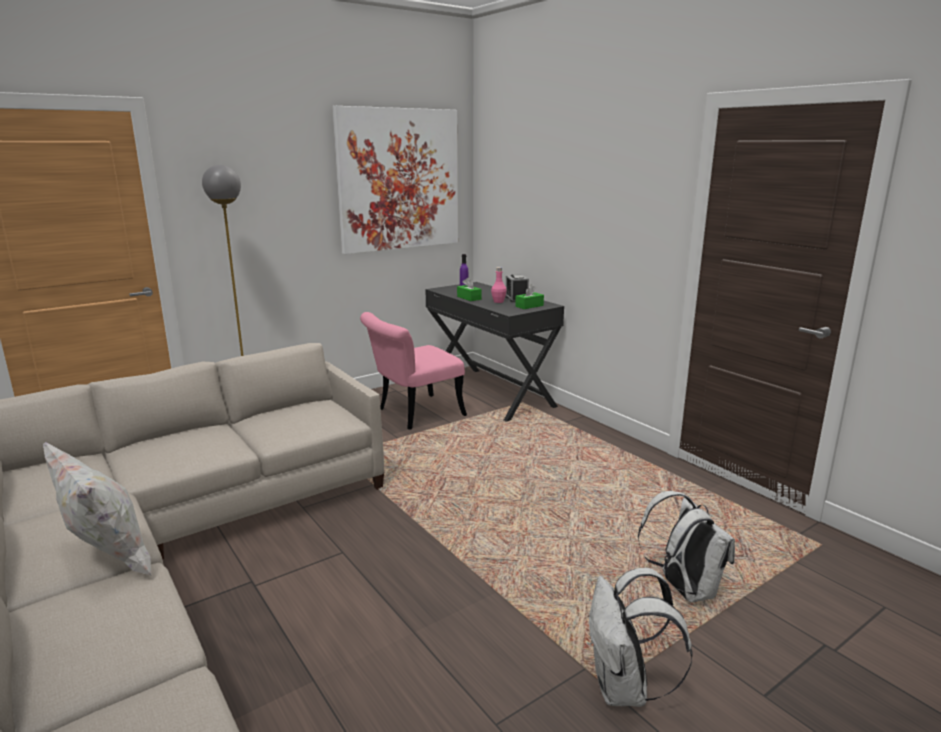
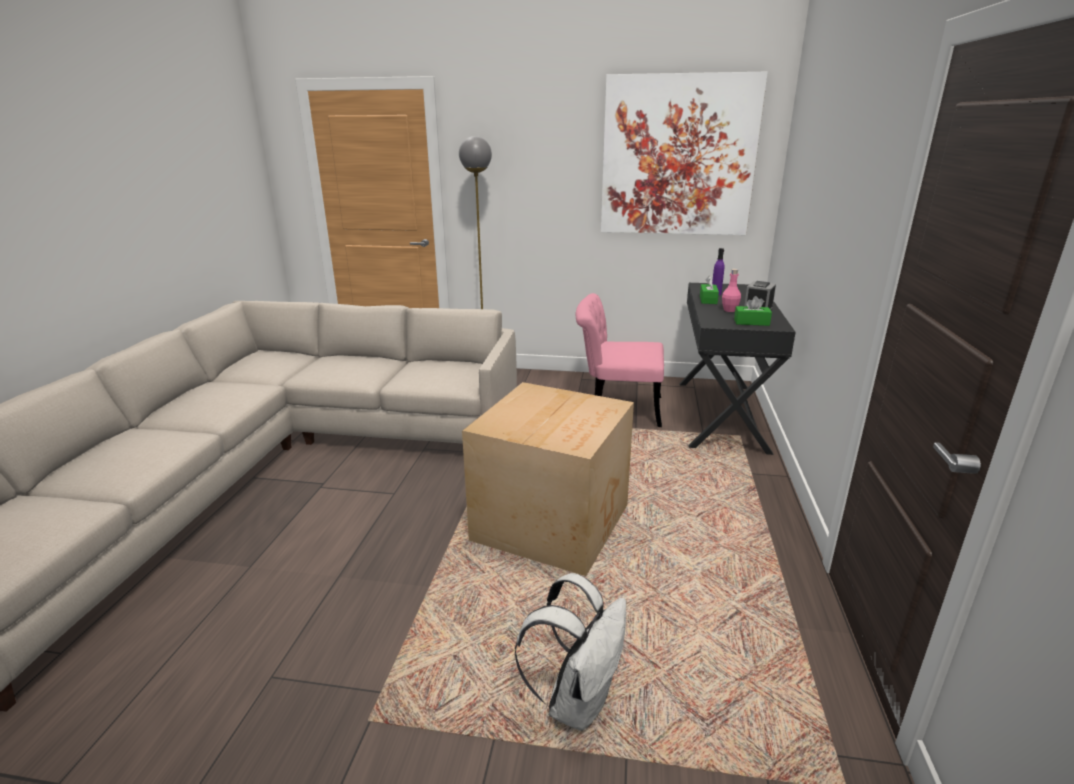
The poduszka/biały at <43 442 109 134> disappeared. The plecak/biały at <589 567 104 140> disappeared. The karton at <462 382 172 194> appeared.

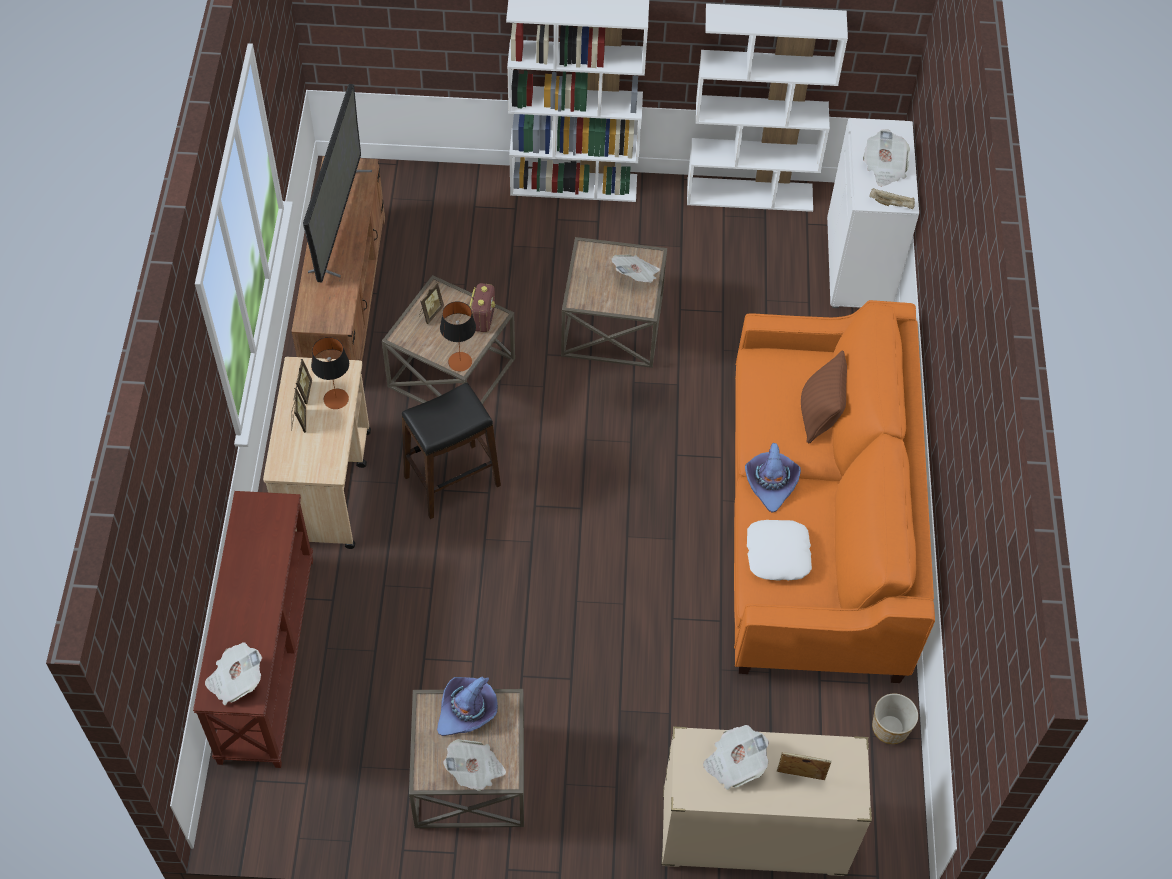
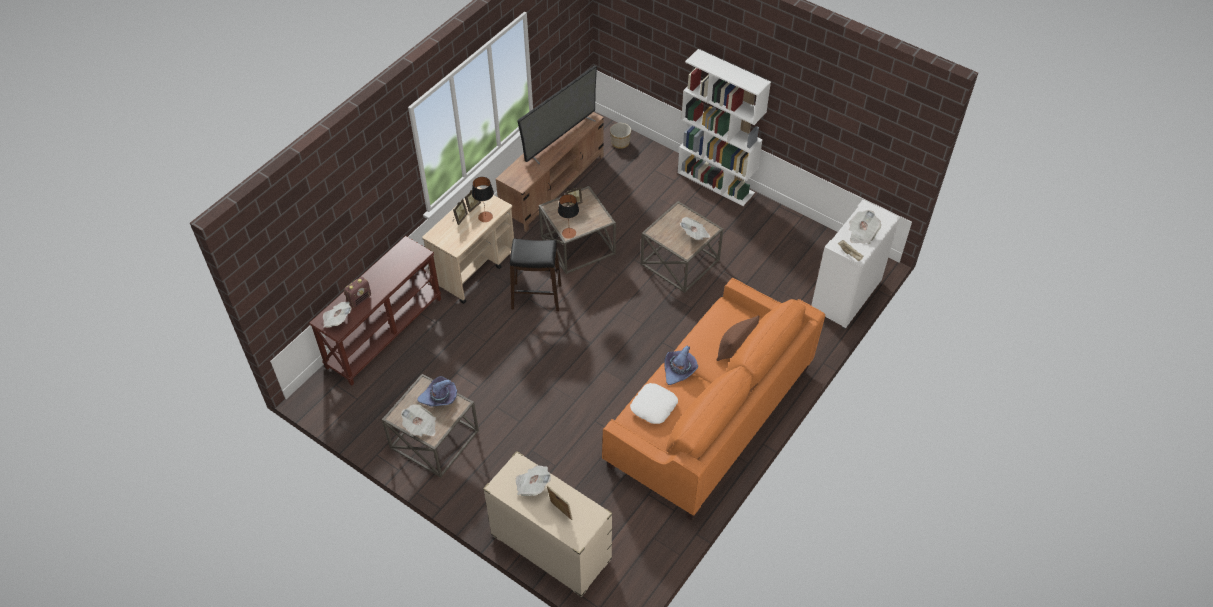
The radio moved from <469 283 26 49> to <344 277 27 31>. The regał/biały at <687 3 161 209> disappeared. The donica moved from <872 693 46 51> to <610 123 21 26>.

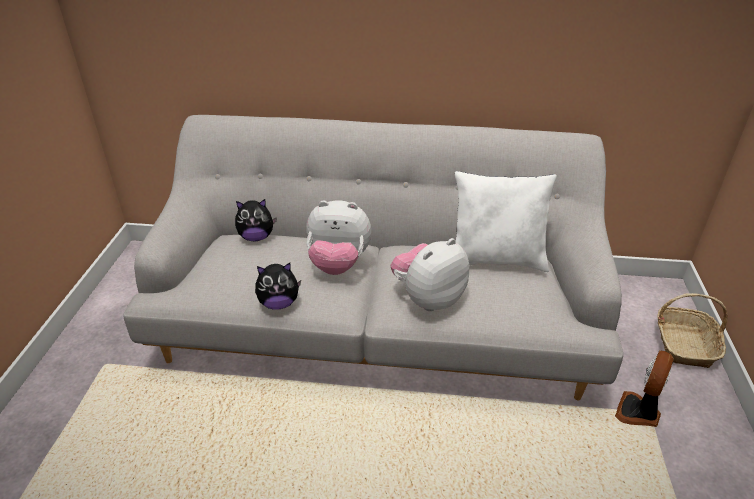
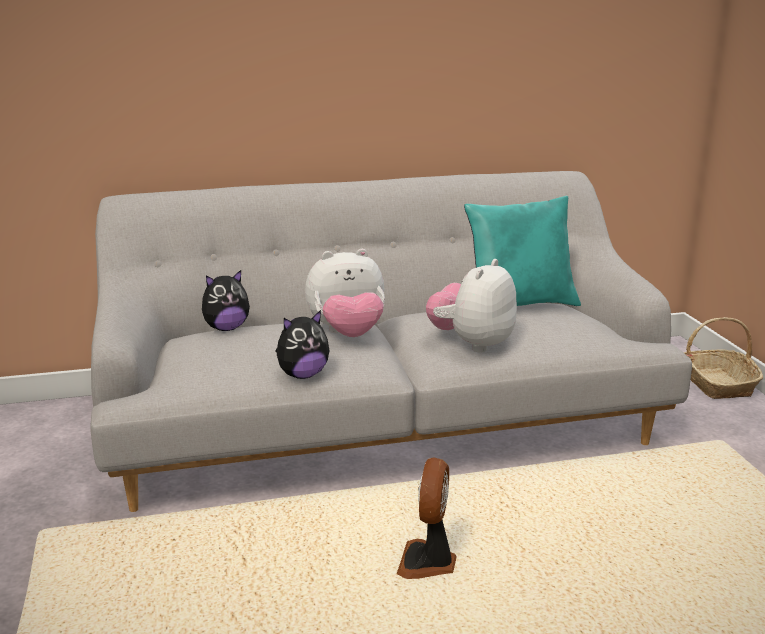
The poduszka/biały at <455 171 102 101> became the poduszka/turkusowy at <464 196 117 110>. The wentylator moved from <615 350 59 77> to <397 458 60 121>.

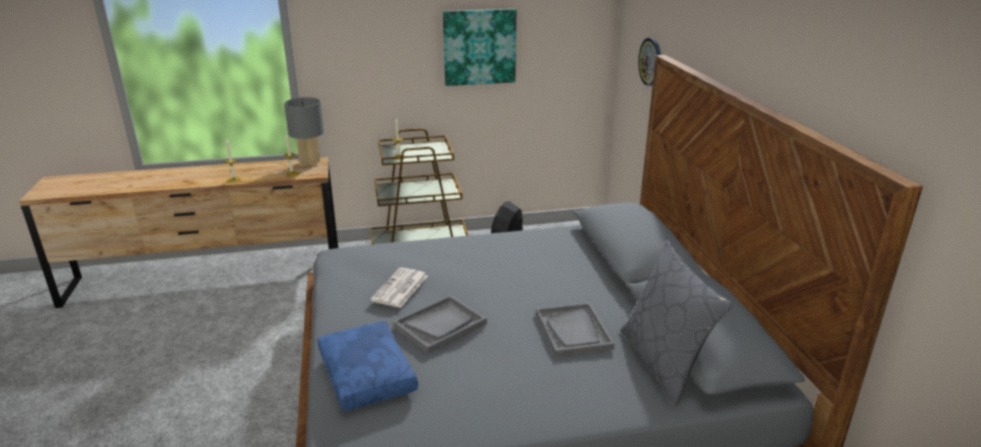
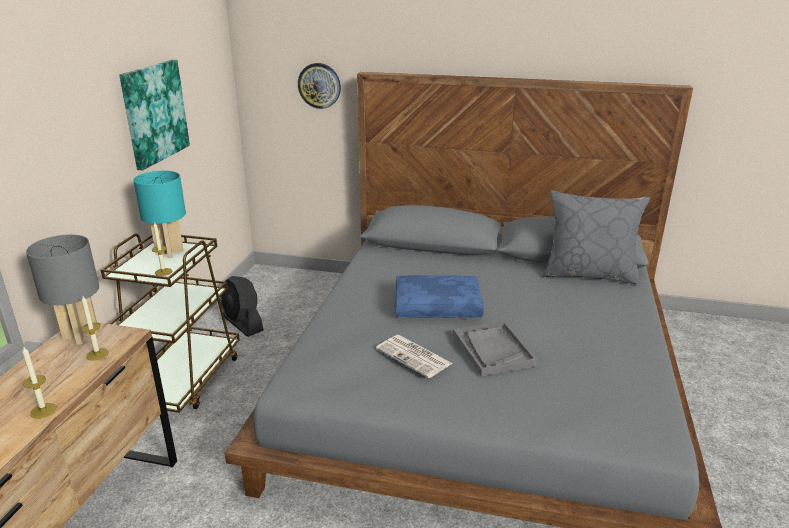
The poduszka/niebieski moved from <317 321 101 90> to <396 275 88 43>. The taca/szary at <536 302 79 55> disappeared. The lampa stołowa/turkusowy at <133 171 53 87> appeared.

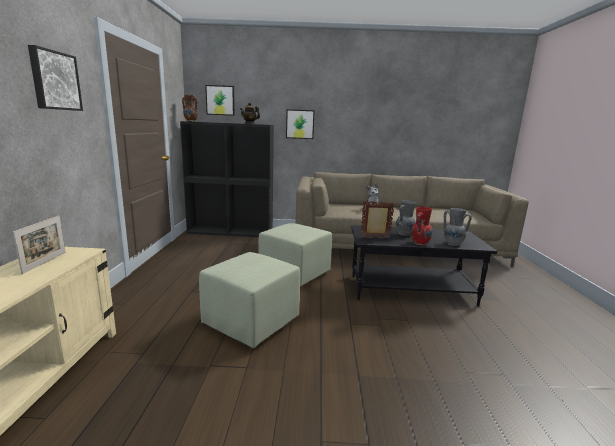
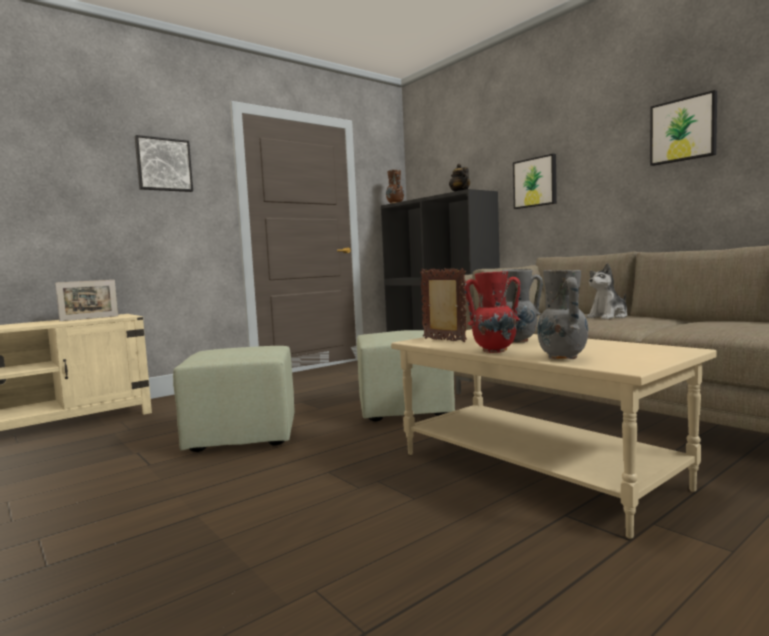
The obraz moved from <205 85 30 31> to <650 90 67 76>. The ława/czarny at <351 225 146 81> became the ława/beżowy at <391 329 326 210>.

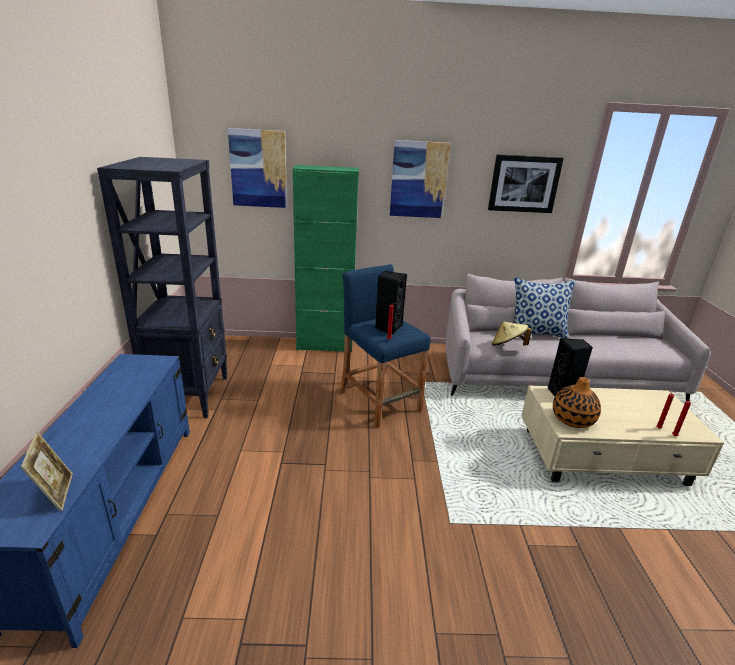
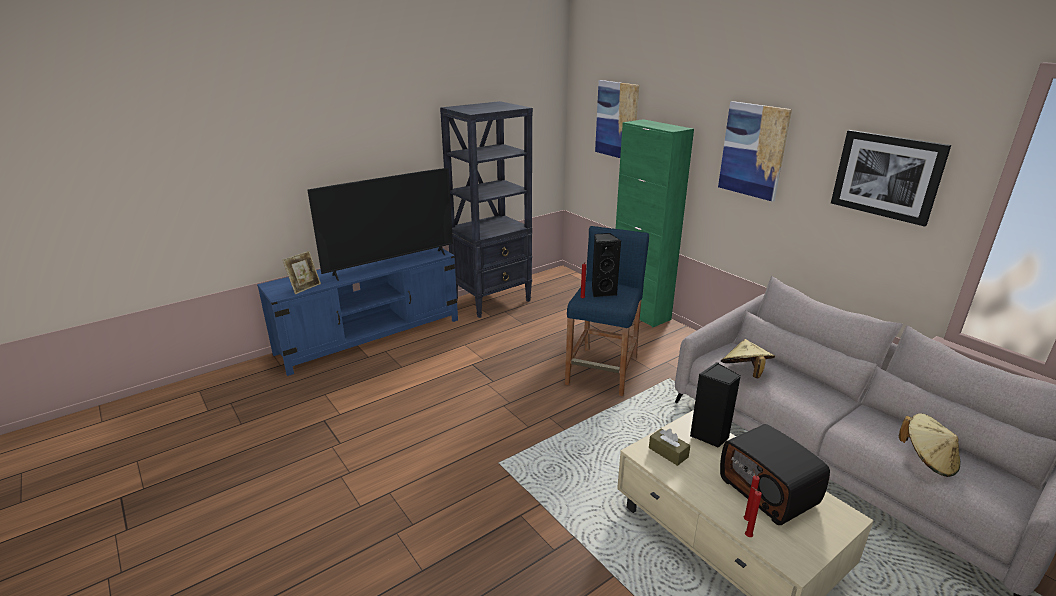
The poduszka at <514 277 61 62> disappeared. The wazon at <553 377 48 51> was replaced by the pudełko chusteczek/brązowy at <649 428 41 38>. The telewizor at <308 168 145 113> appeared. The radio at <720 424 110 101> appeared. The kapelusz/beżowy at <899 413 61 64> appeared.

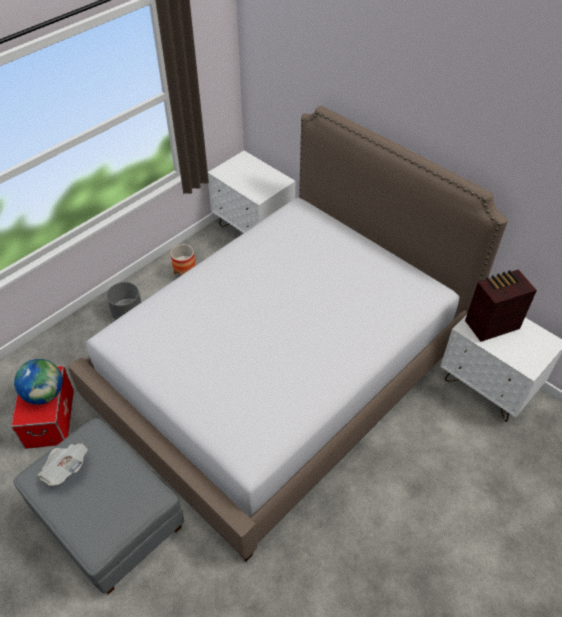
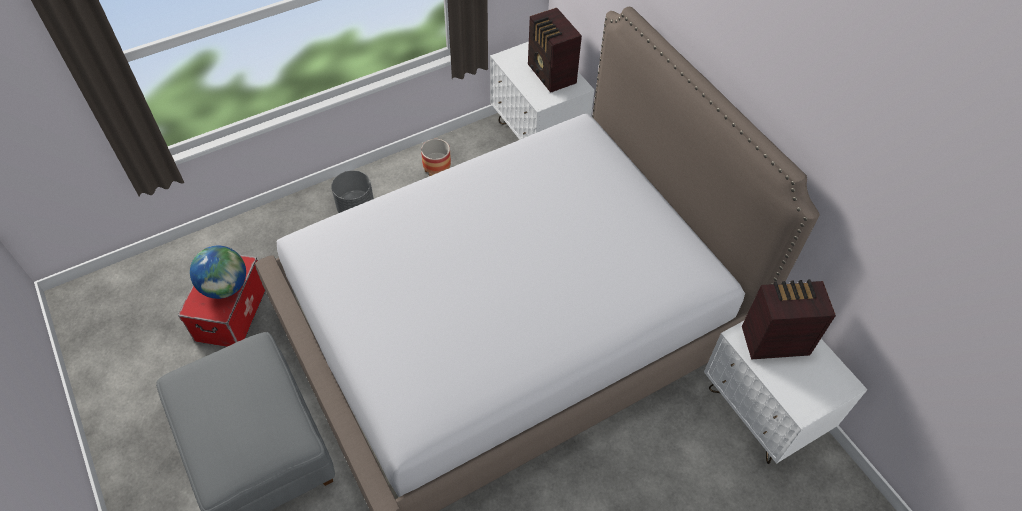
The gazeta at <37 443 51 43> disappeared. The radio at <528 8 54 85> appeared.

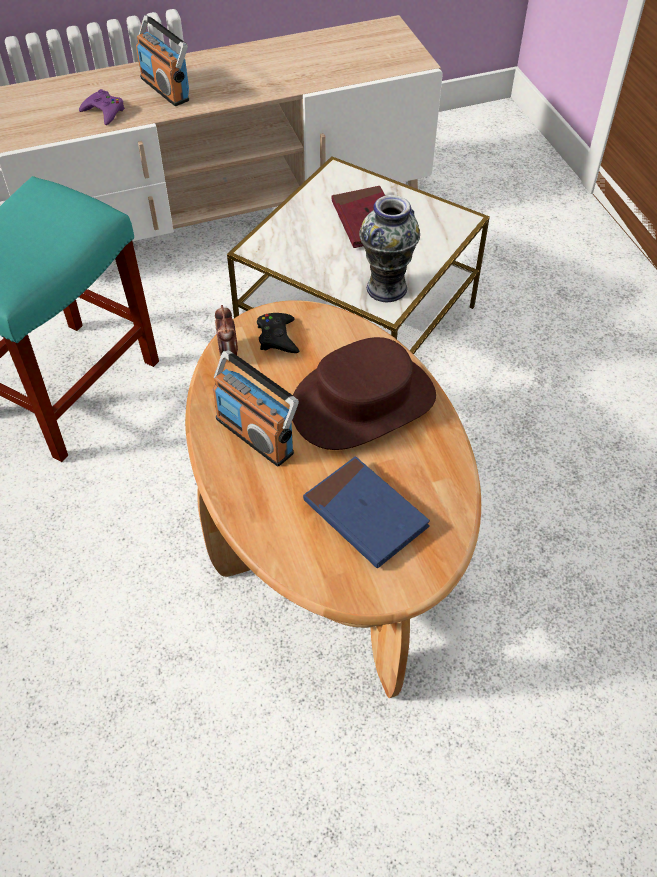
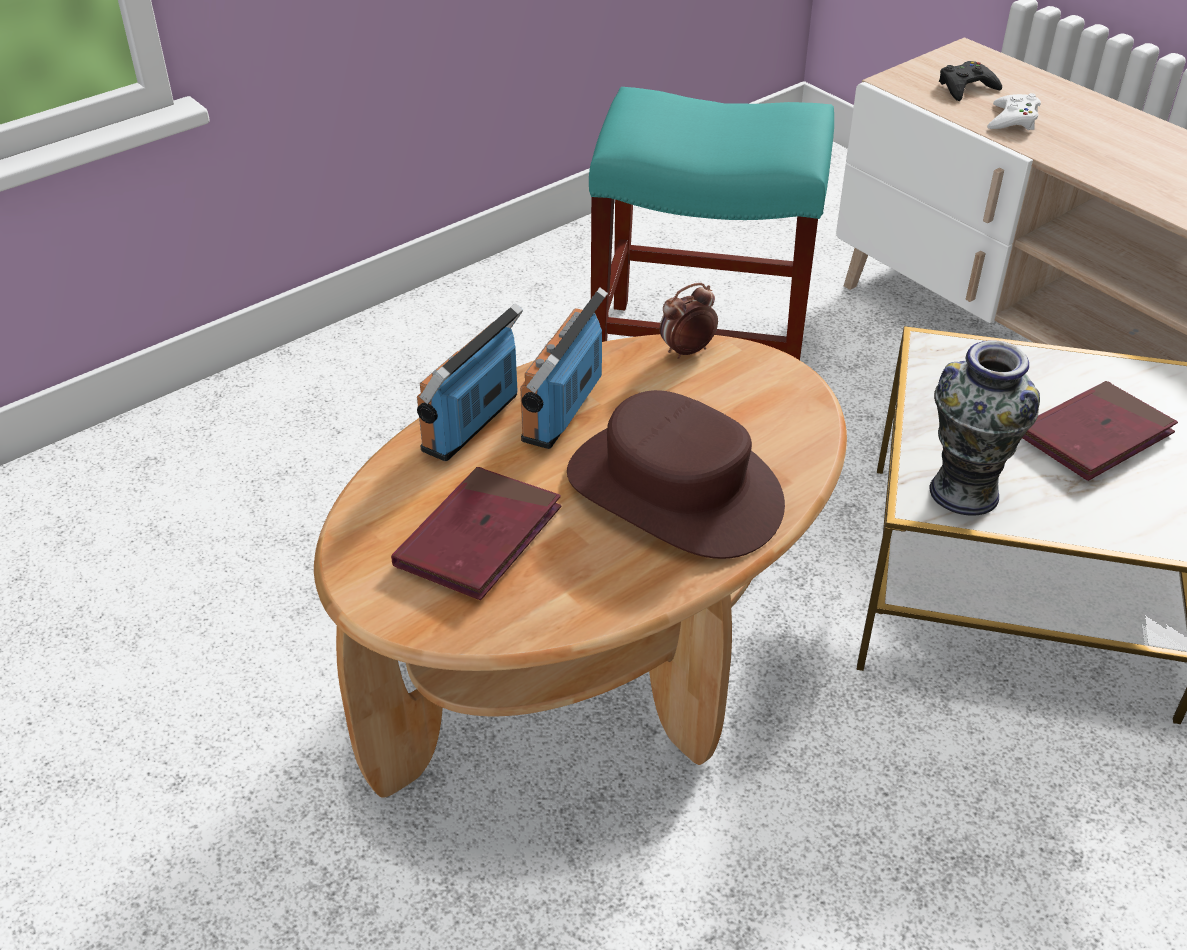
The pad do gier/fioletowy at <79 89 46 36> became the pad do gier/biały at <987 93 54 37>. The radio moved from <136 15 53 91> to <417 303 106 158>. The pad do gier/czarny moved from <257 313 42 40> to <939 61 63 40>. The książka/niebieski at <303 456 127 112> became the książka/czerwony at <391 467 170 133>.

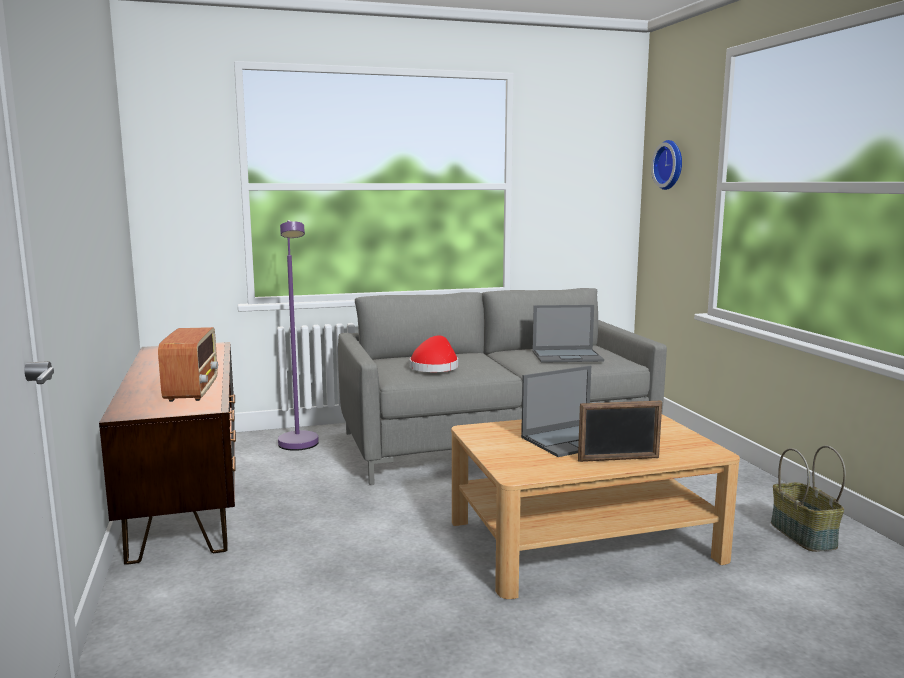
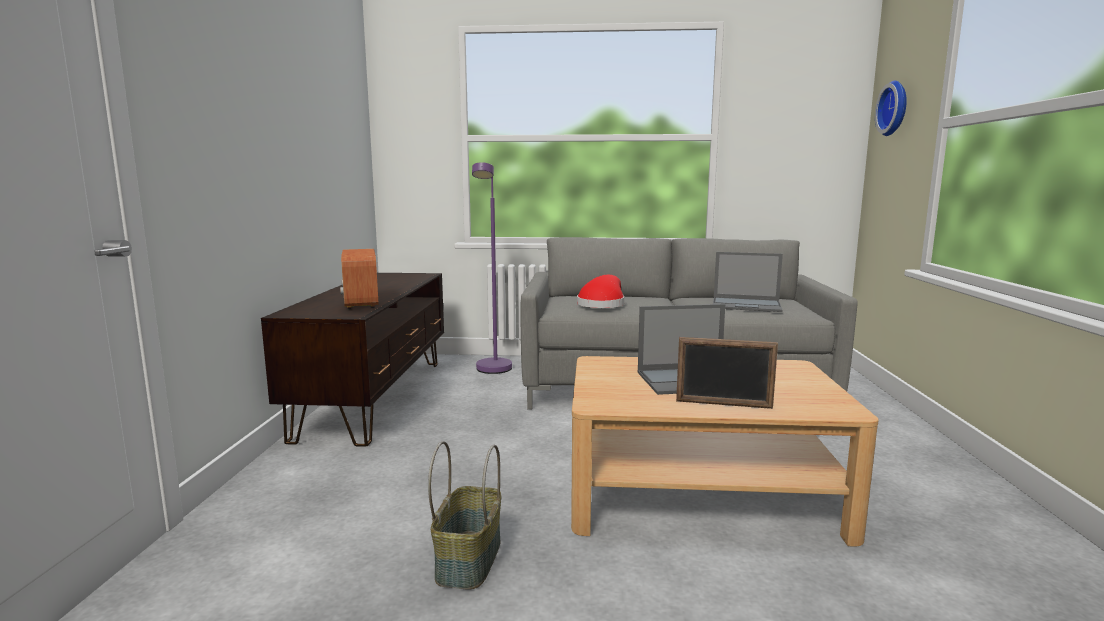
The radio at <158 327 60 75> turned 150 degrees clockwise. The koszyk moved from <771 446 75 106> to <428 441 73 148>.

